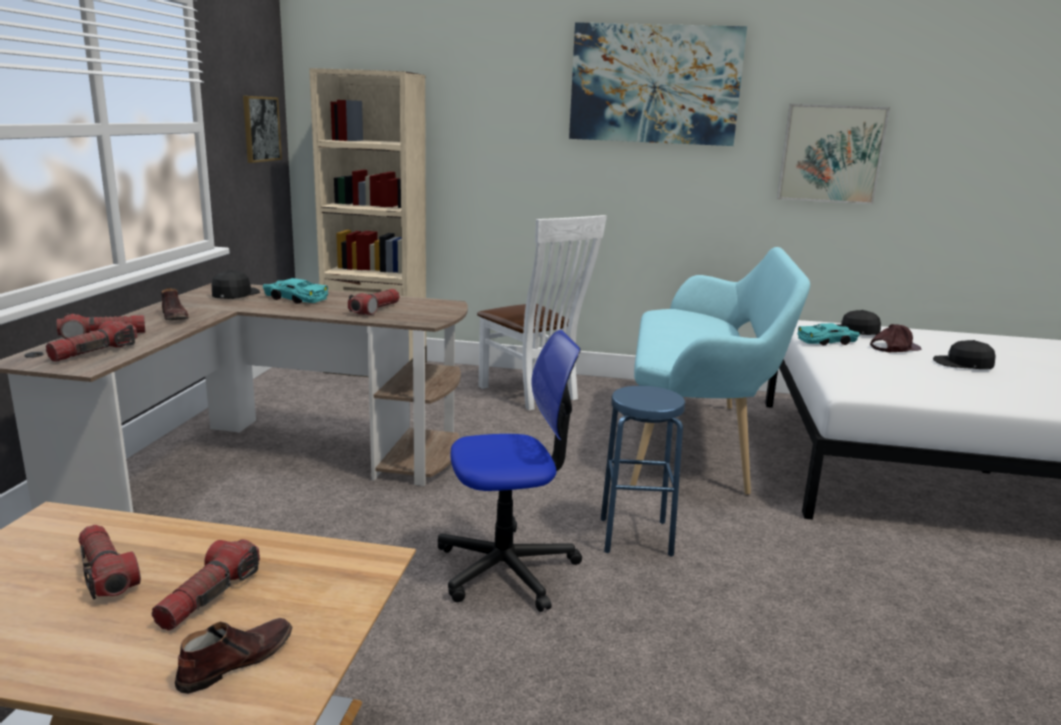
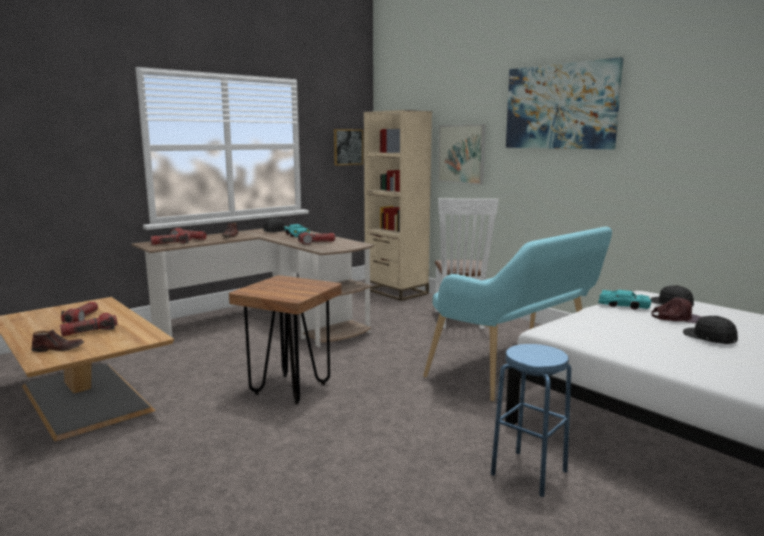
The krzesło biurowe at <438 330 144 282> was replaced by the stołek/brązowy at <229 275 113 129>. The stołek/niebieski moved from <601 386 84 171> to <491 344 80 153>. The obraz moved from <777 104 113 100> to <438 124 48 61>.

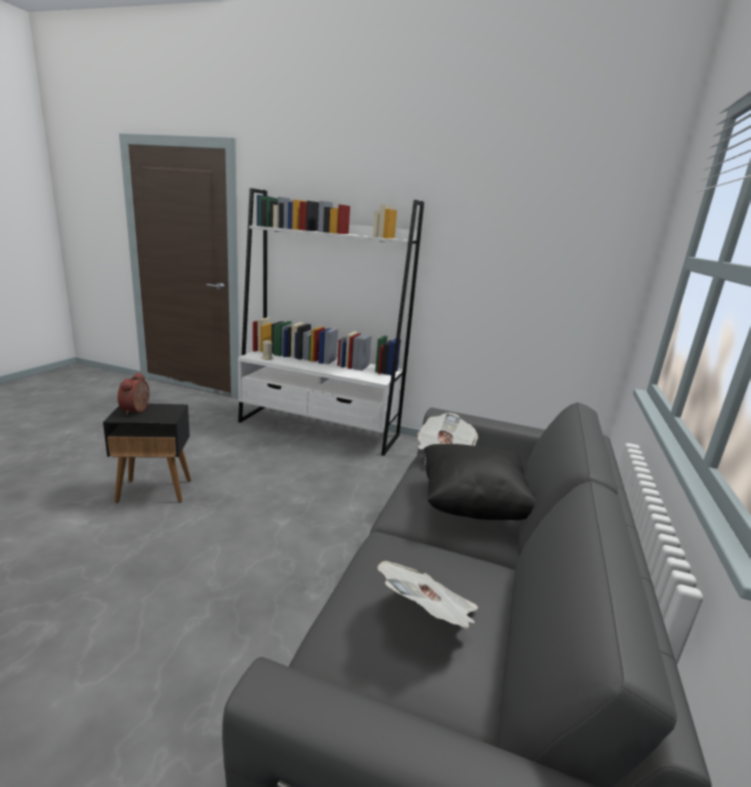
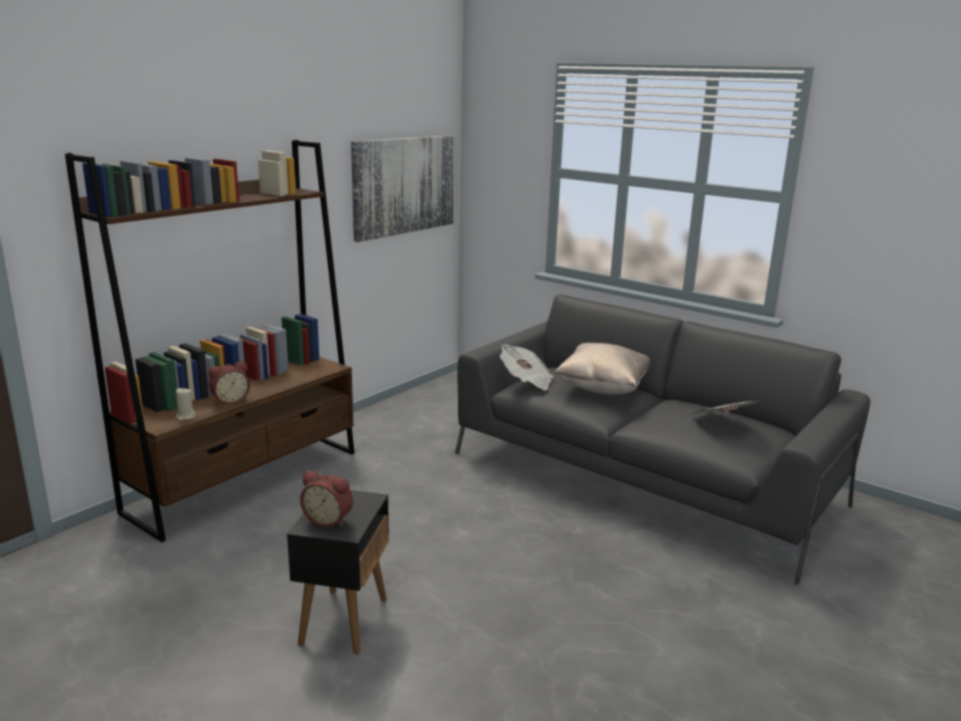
The regał/biały at <238 188 186 268> became the regał/brązowy at <65 140 290 402>. The poduszka/czarny at <424 444 112 76> became the poduszka/beżowy at <554 343 96 52>. The budzik at <209 361 41 44> appeared. The obraz at <351 135 104 107> appeared.

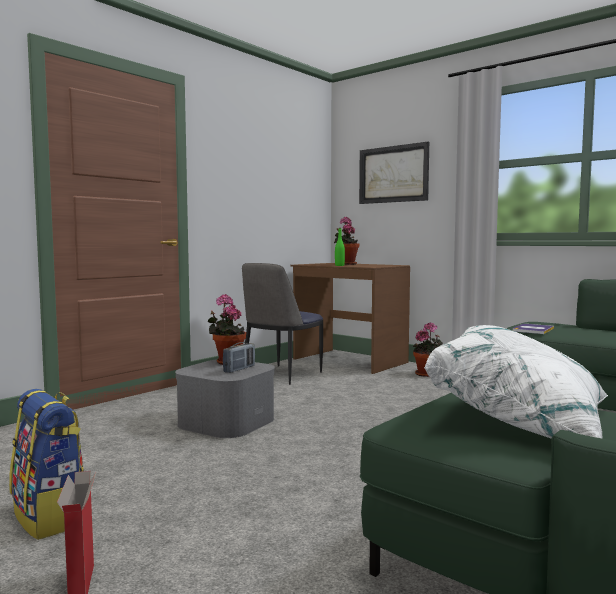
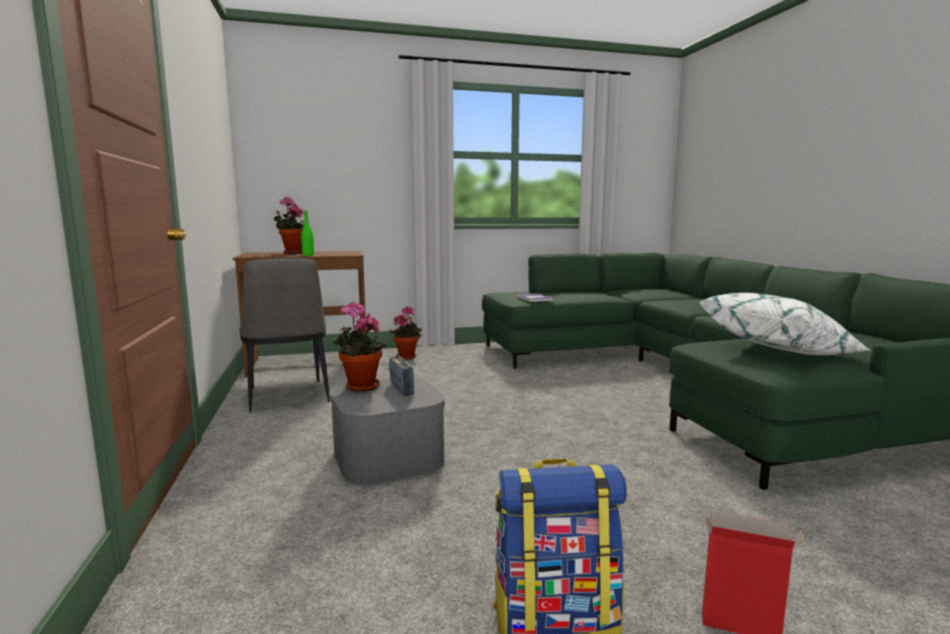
The obraz at <359 142 70 62> disappeared.

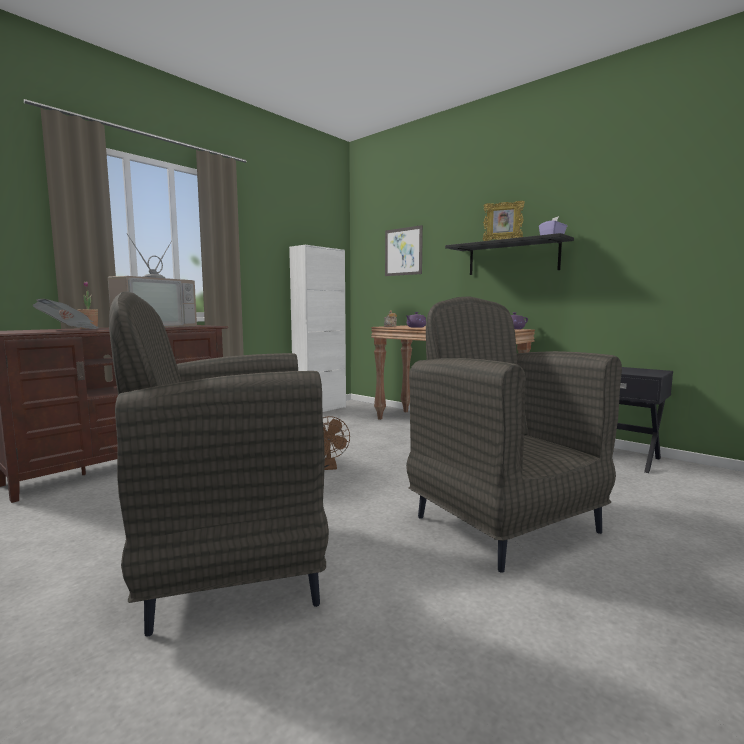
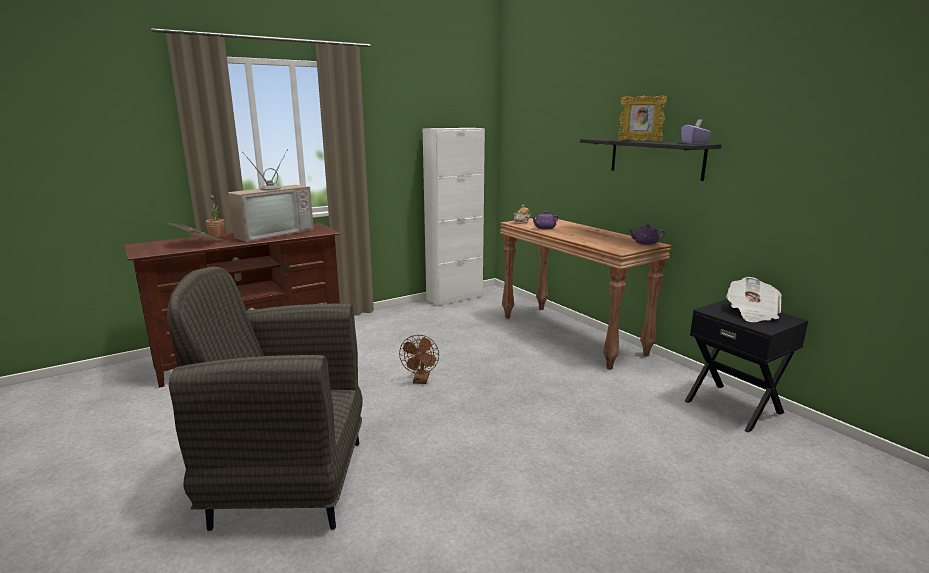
The obraz at <385 225 38 51> disappeared. The fotel/szary at <406 296 216 277> disappeared. The gazeta at <726 277 56 45> appeared.

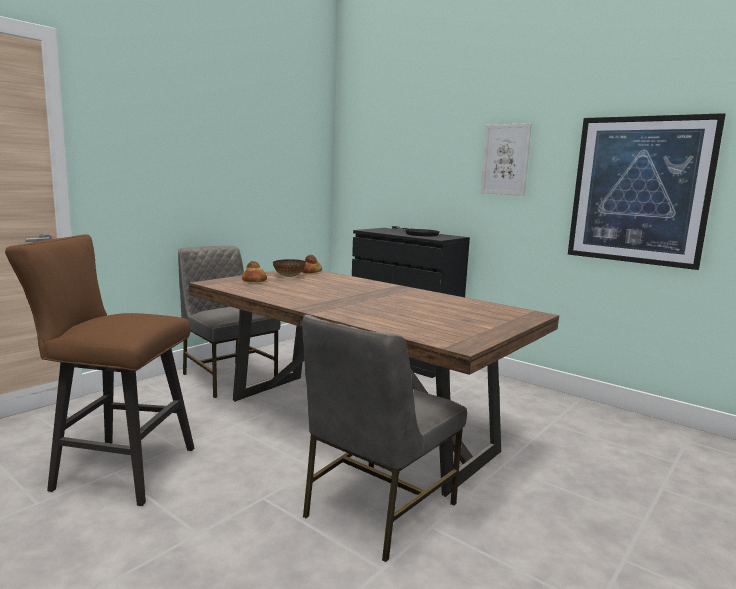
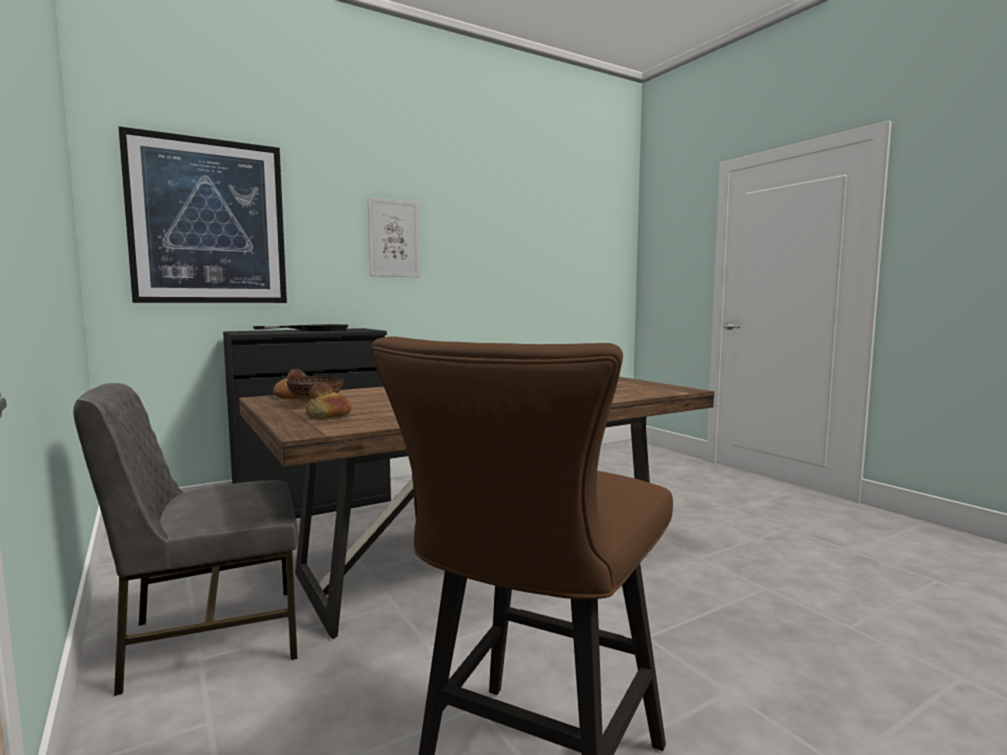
The krzesło/szary at <303 315 164 247> disappeared. The obraz moved from <568 113 158 157> to <118 126 169 177>.

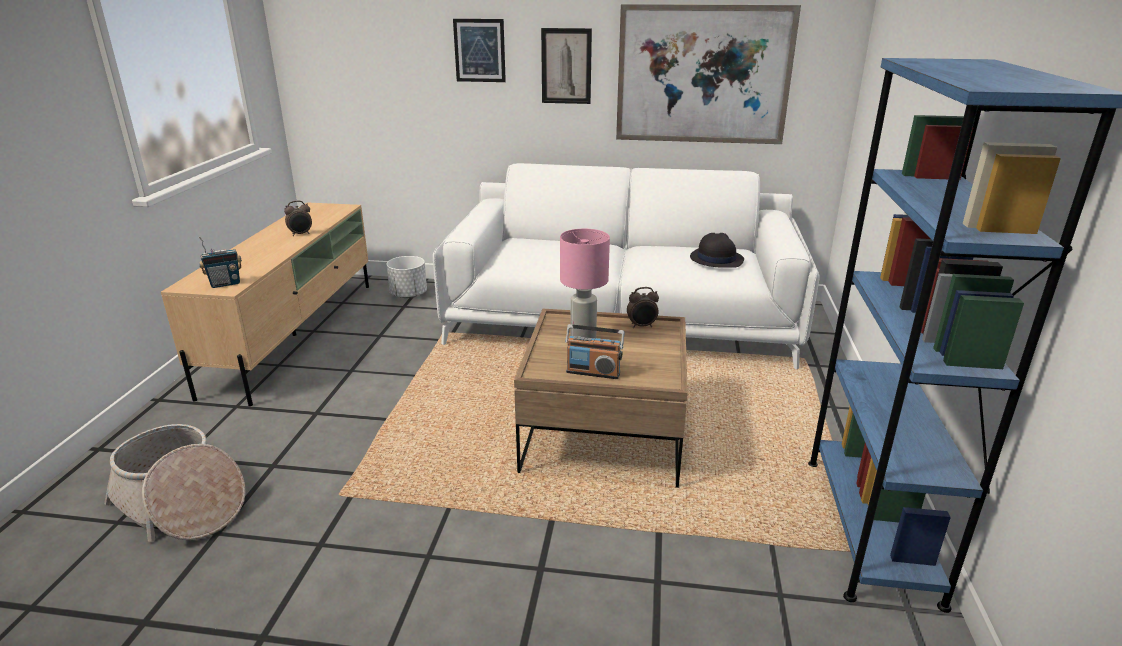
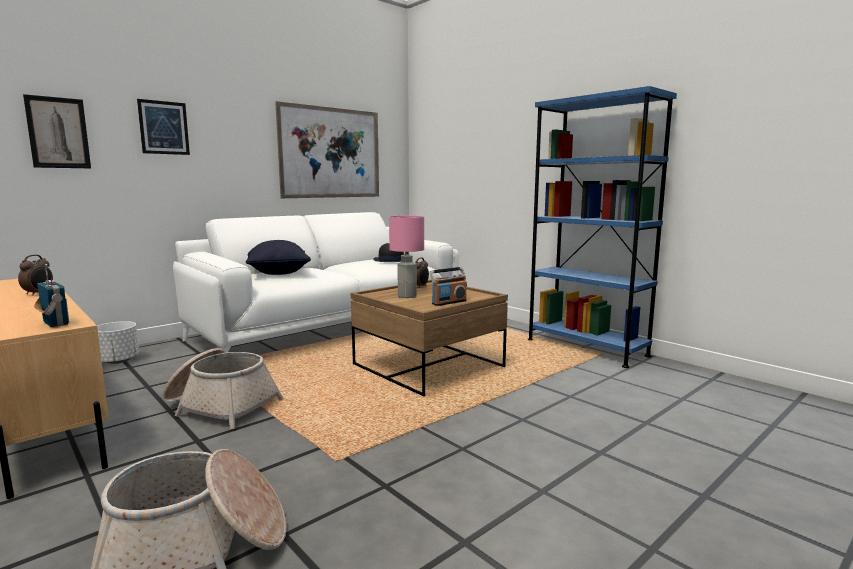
The radio at <199 237 43 51> turned 60 degrees counterclockwise. The obraz moved from <541 28 51 76> to <23 94 68 74>. The koszyk at <163 348 121 81> appeared. The poduszka/czarny at <246 240 65 35> appeared.

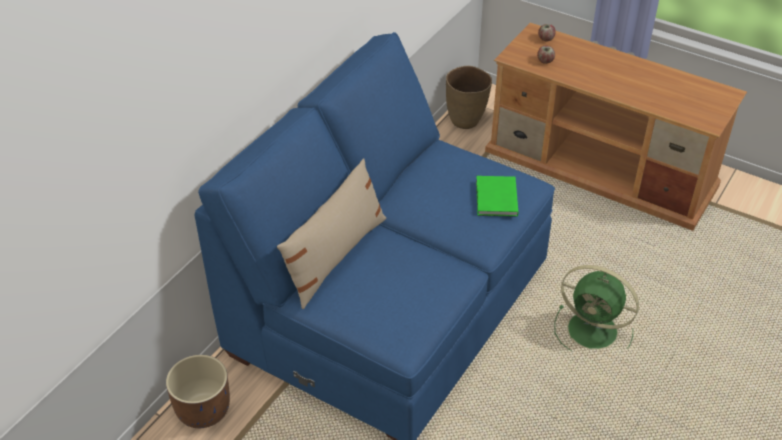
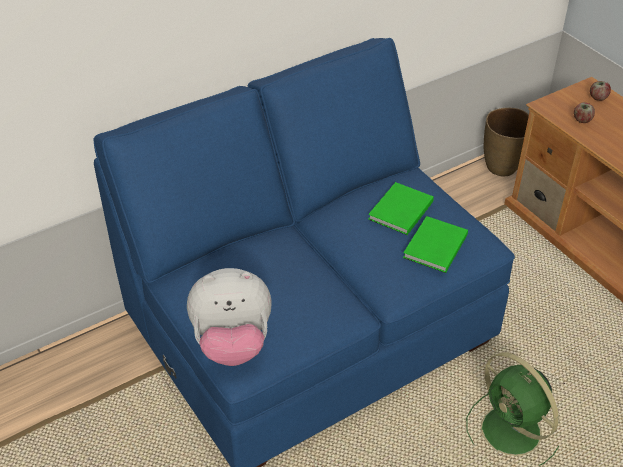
The donica/brązowy at <166 355 64 73> disappeared. The poduszka/beżowy at <277 158 110 151> disappeared. The pluszak at <187 268 85 98> appeared. The książka/zielony at <368 182 66 53> appeared.

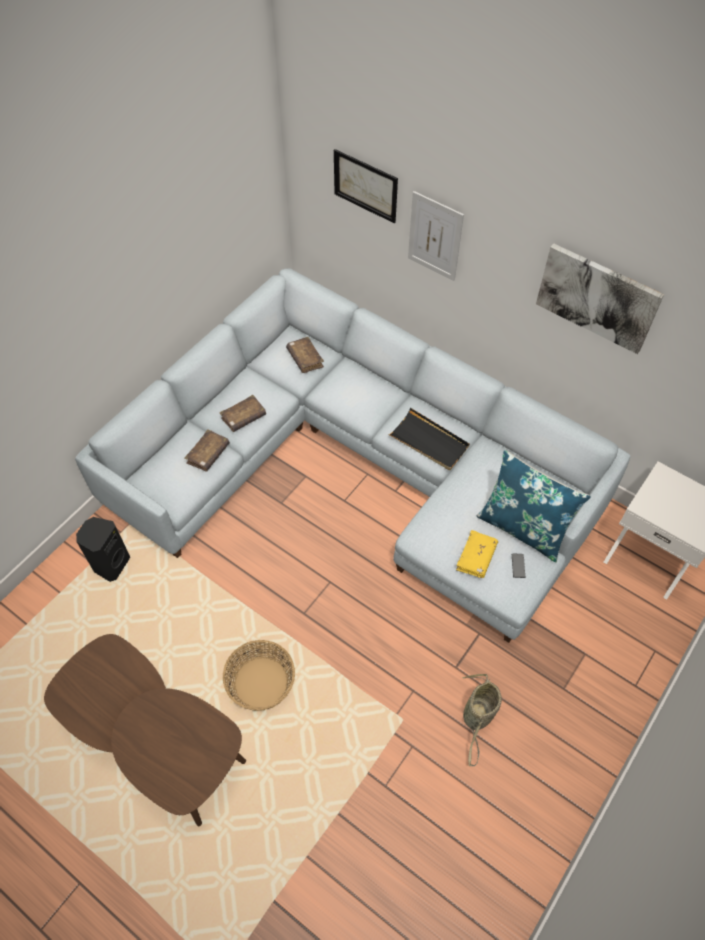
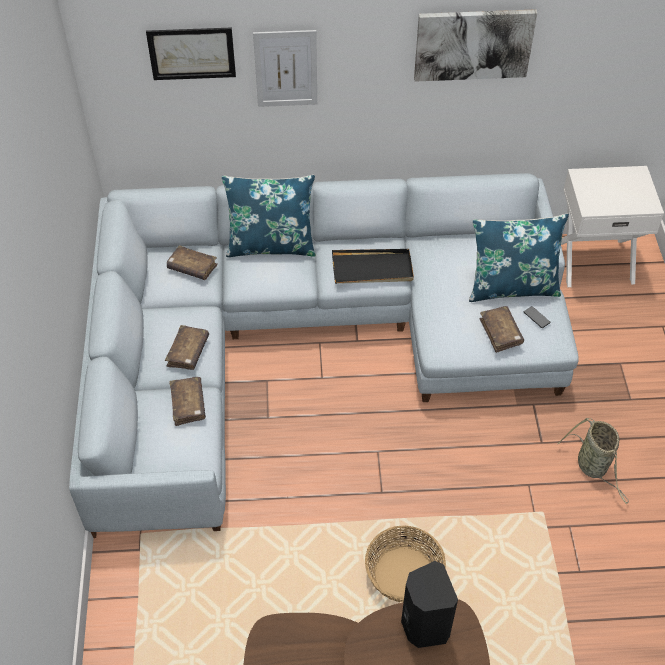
The głośnik/czarny moved from <76 517 54 65> to <401 561 57 87>. The książka/żółty at <456 530 42 48> became the książka/brązowy at <480 306 44 47>. The poduszka/niebieski at <222 175 94 82> appeared.

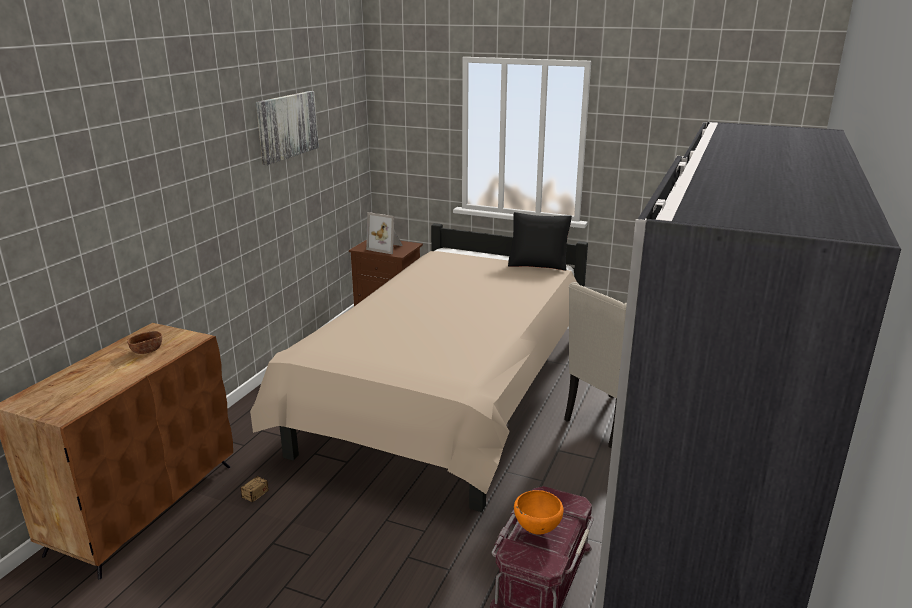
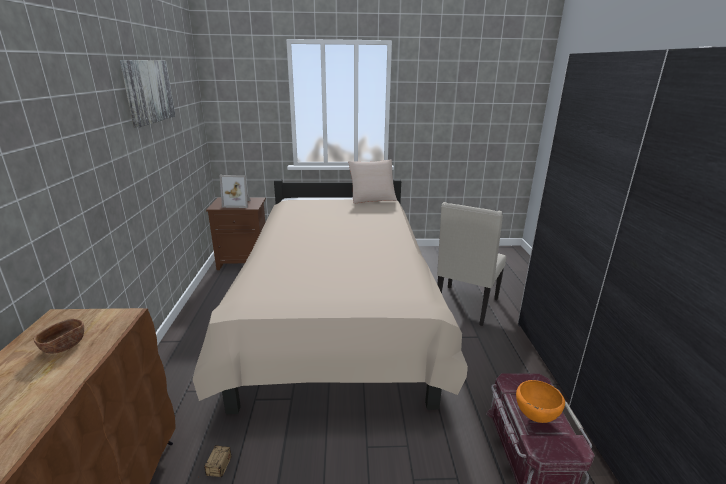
The poduszka/czarny at <508 212 64 59> became the poduszka/beżowy at <348 160 49 44>.

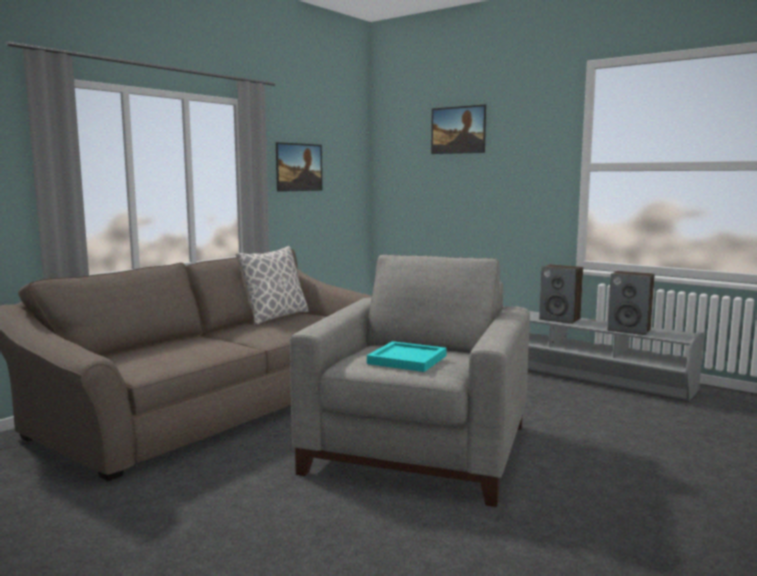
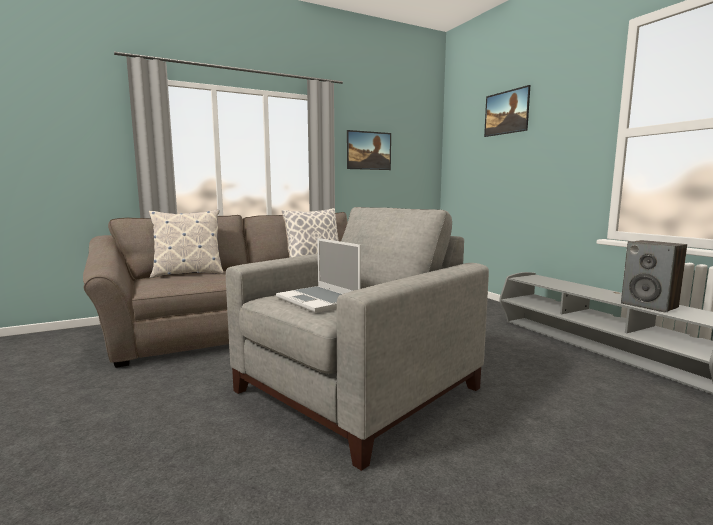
The taca/turkusowy at <367 341 80 31> was replaced by the laptop at <276 238 85 75>. The głośnik at <539 264 44 60> disappeared. The poduszka at <149 210 74 68> appeared.

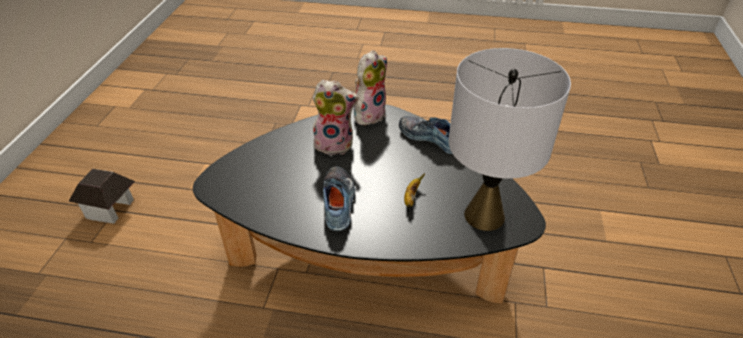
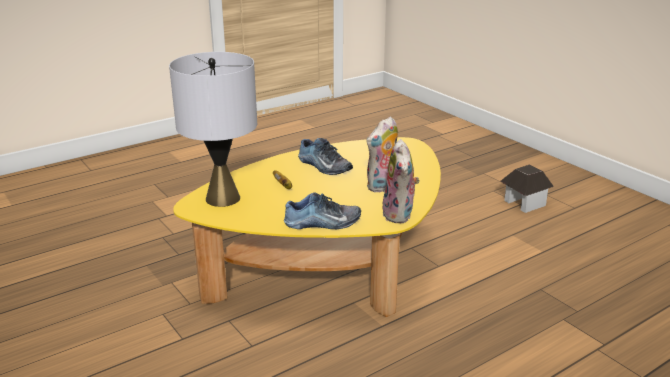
The ława/czarny at <193 104 353 200> became the ława/żółty at <173 137 268 180>.

